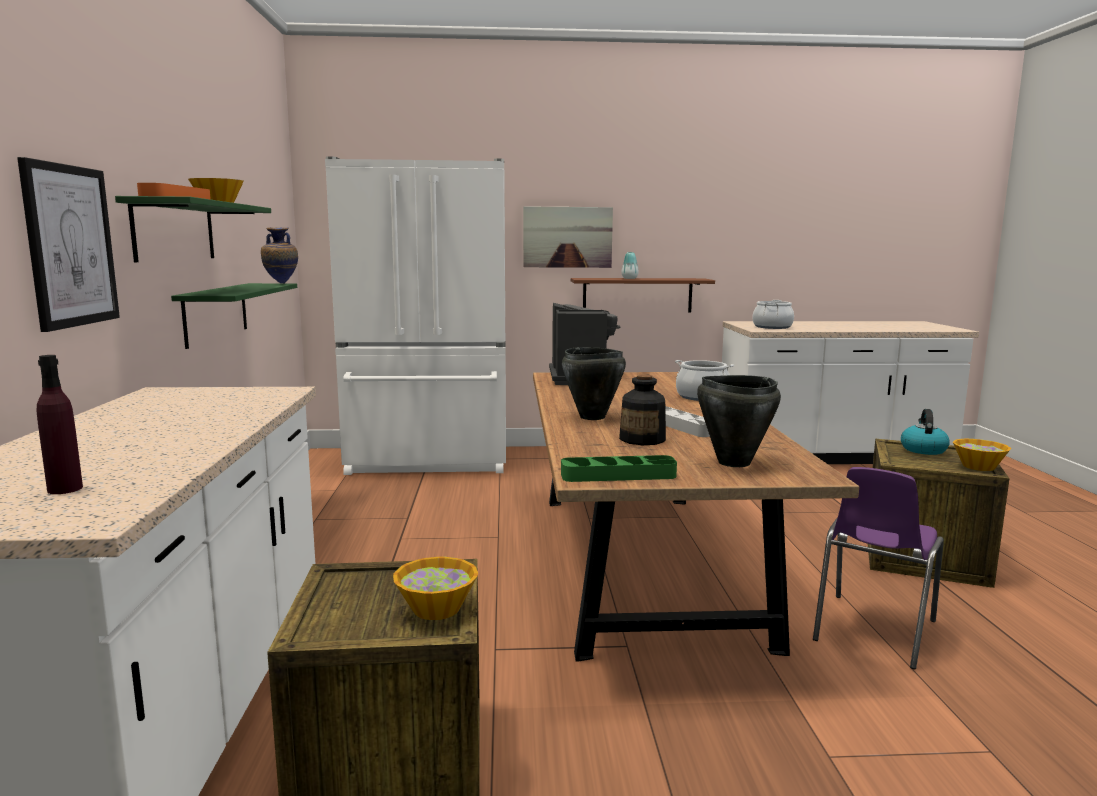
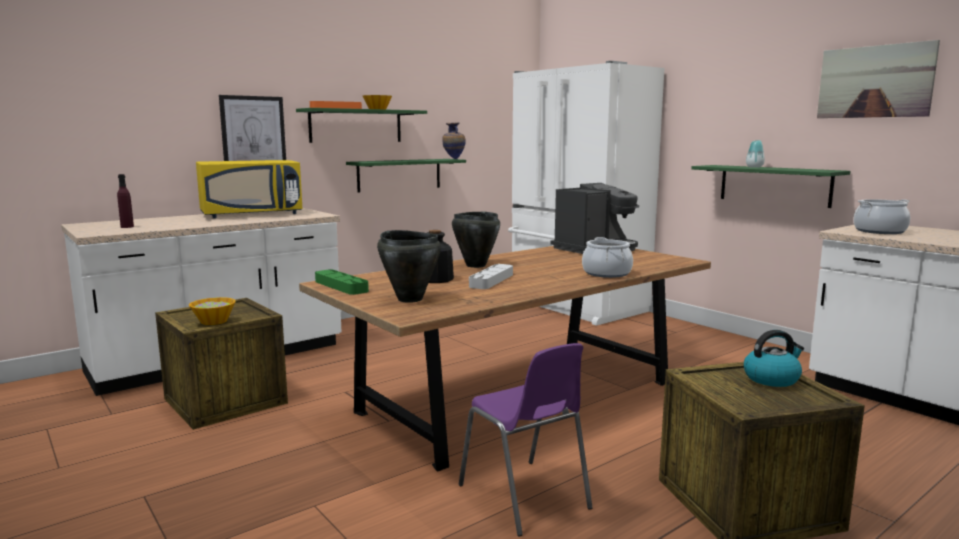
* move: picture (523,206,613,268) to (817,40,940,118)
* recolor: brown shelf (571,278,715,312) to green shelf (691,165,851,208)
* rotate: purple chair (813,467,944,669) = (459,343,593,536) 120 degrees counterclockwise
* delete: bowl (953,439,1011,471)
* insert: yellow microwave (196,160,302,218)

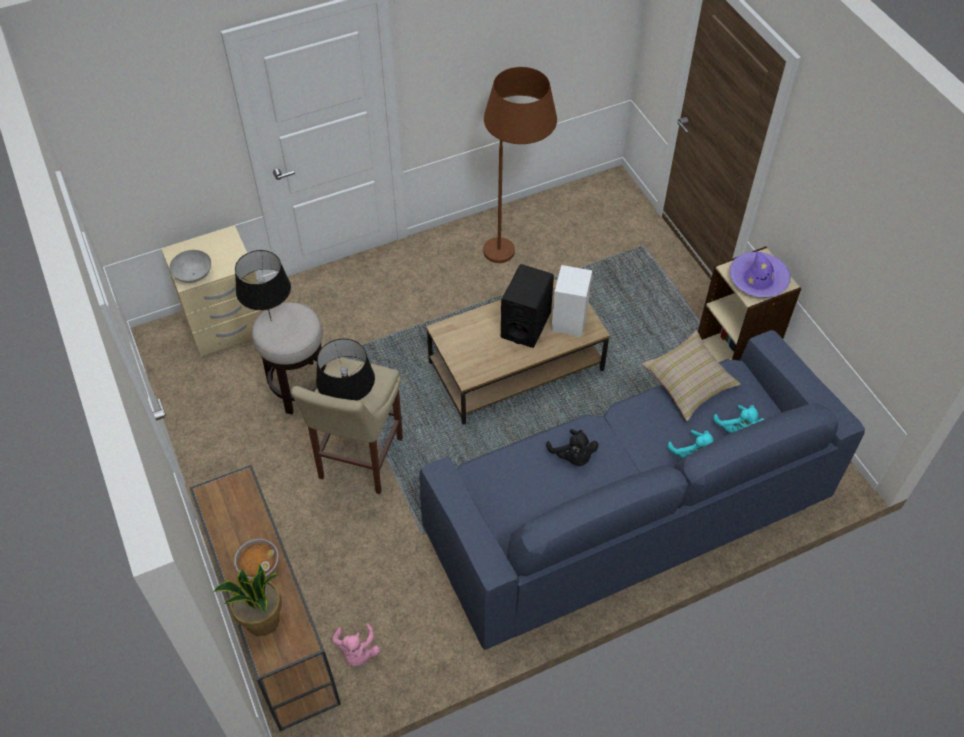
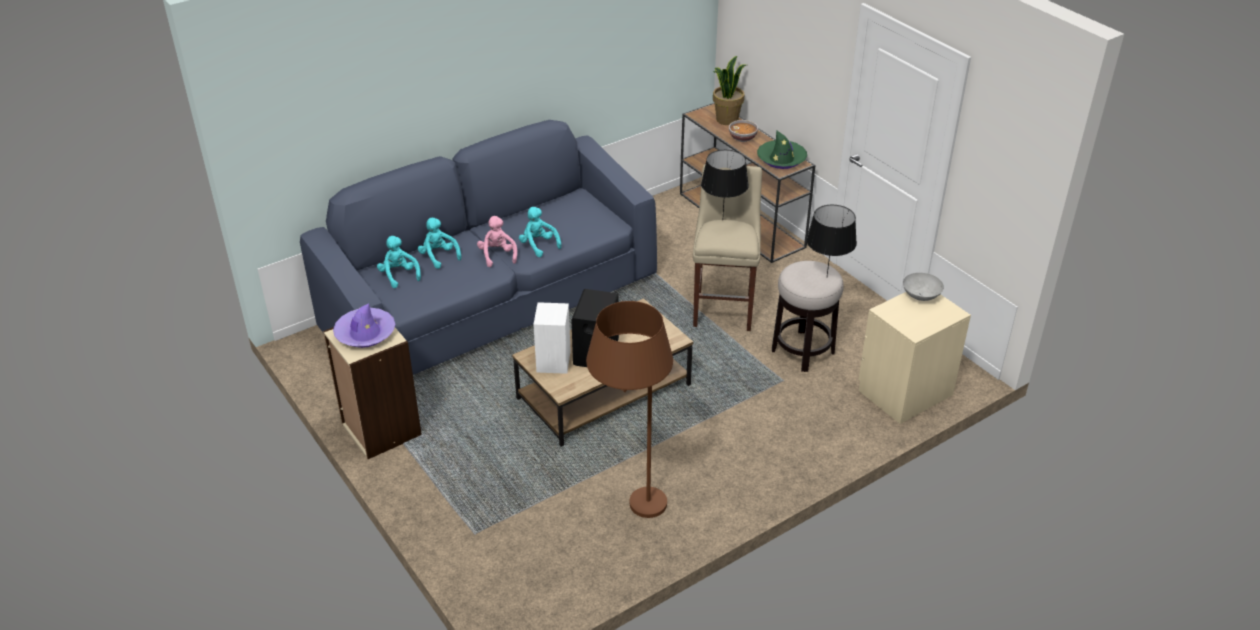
* move: pink plush toy (332,623,380,666) to (477,216,517,267)
* recolor: black plush toy (546,429,598,466) to turquoise plush toy (519,207,562,257)
* delete: beige pillow (642,330,741,421)
* insert: green hat (757,130,807,169)

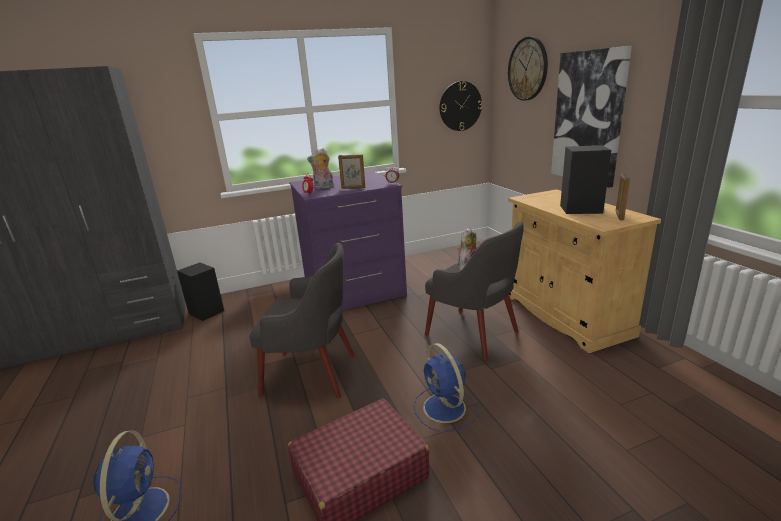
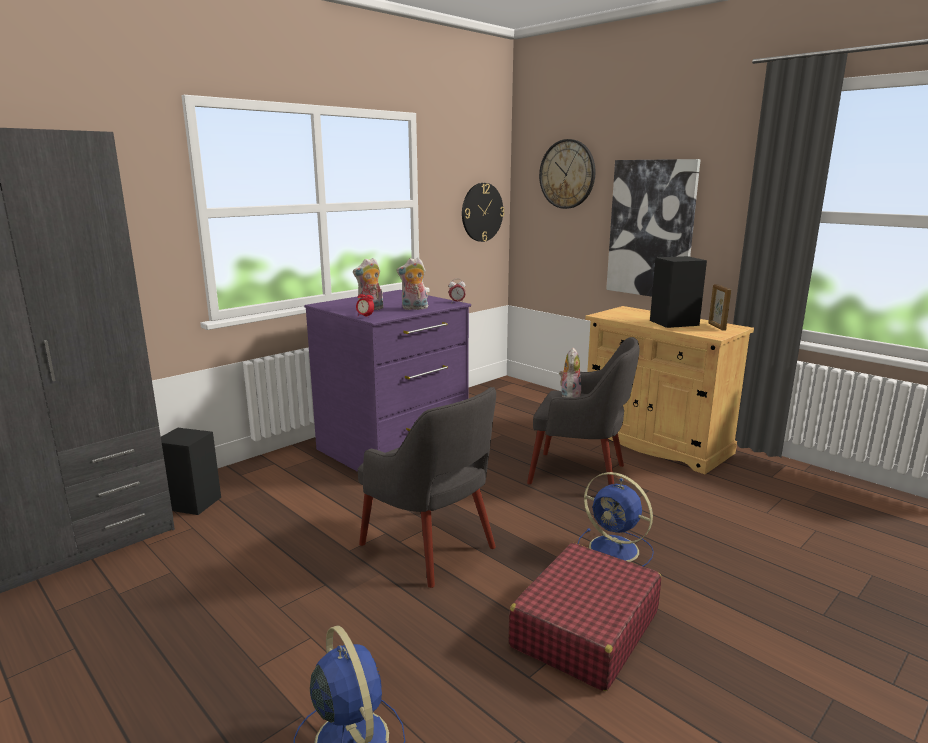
* rotate: grey armchair (249,242,355,398) = (358,387,496,588) 60 degrees clockwise
* replace: picture frame (338,154,365,189) to plush toy (397,258,428,310)

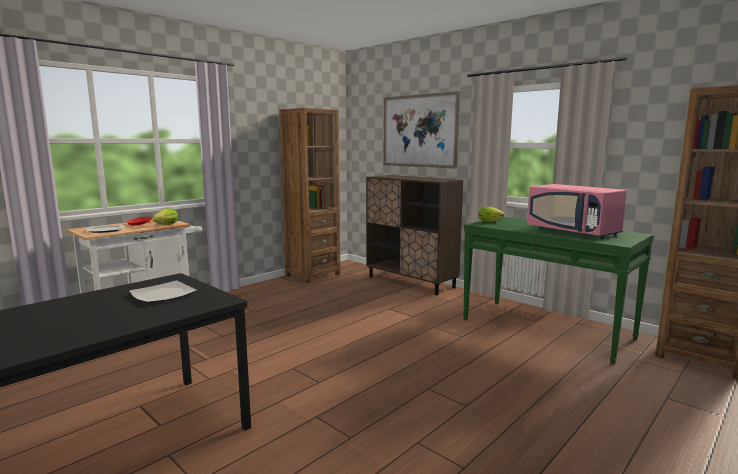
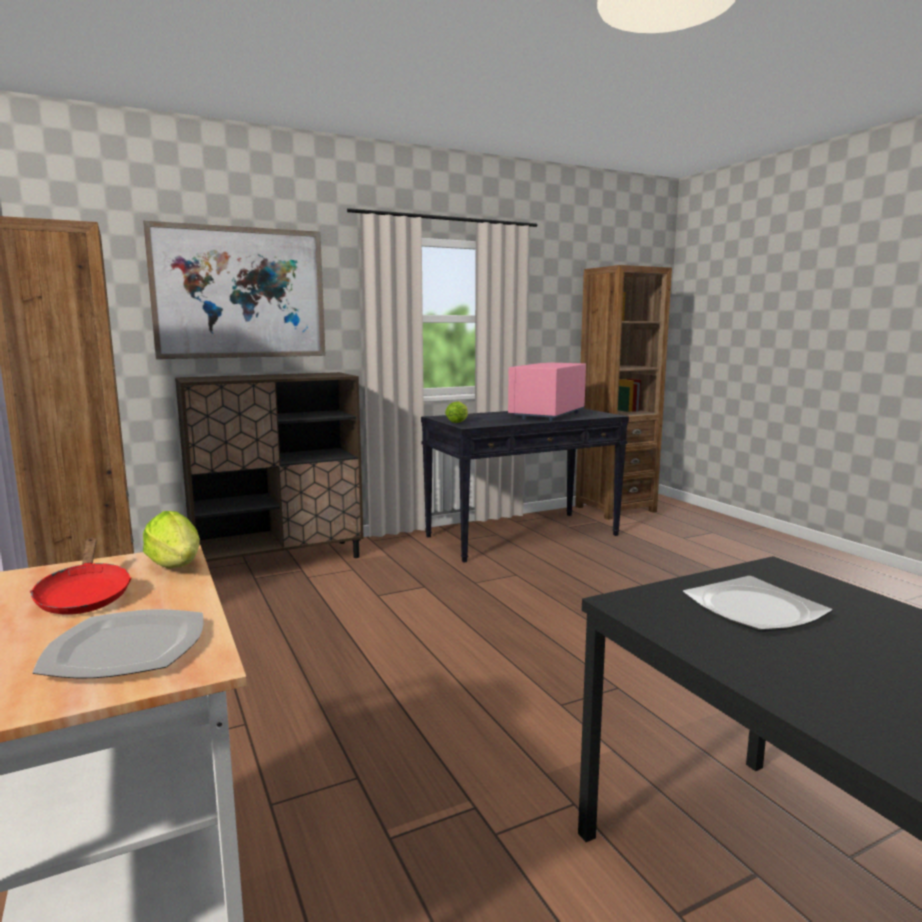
* recolor: green console table (463,217,654,364) to black console table (421,408,629,563)
* rotate: pink microwave (527,184,627,239) = (508,362,586,421) 135 degrees clockwise

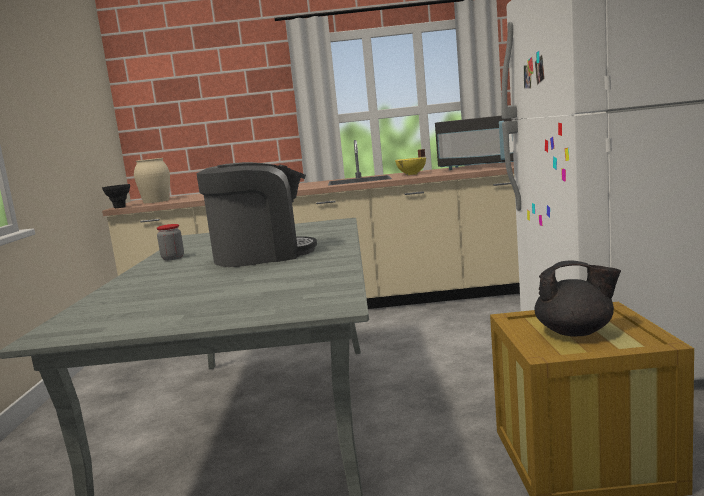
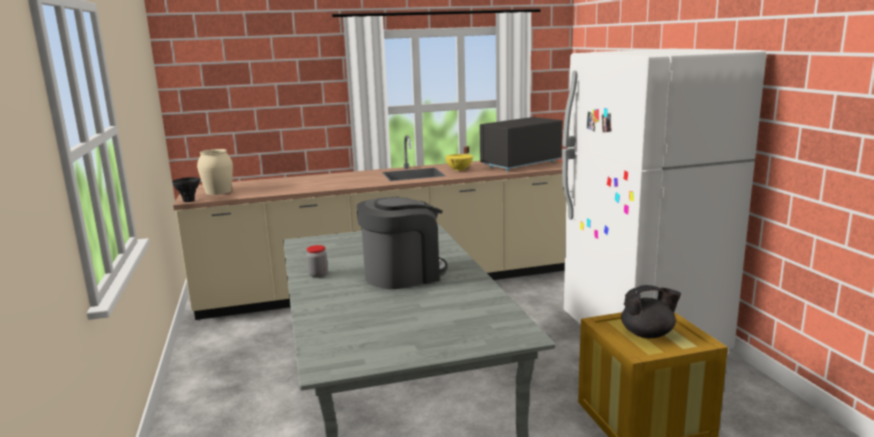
* rotate: black microwave (435,116,526,170) = (480,117,562,172) 135 degrees clockwise

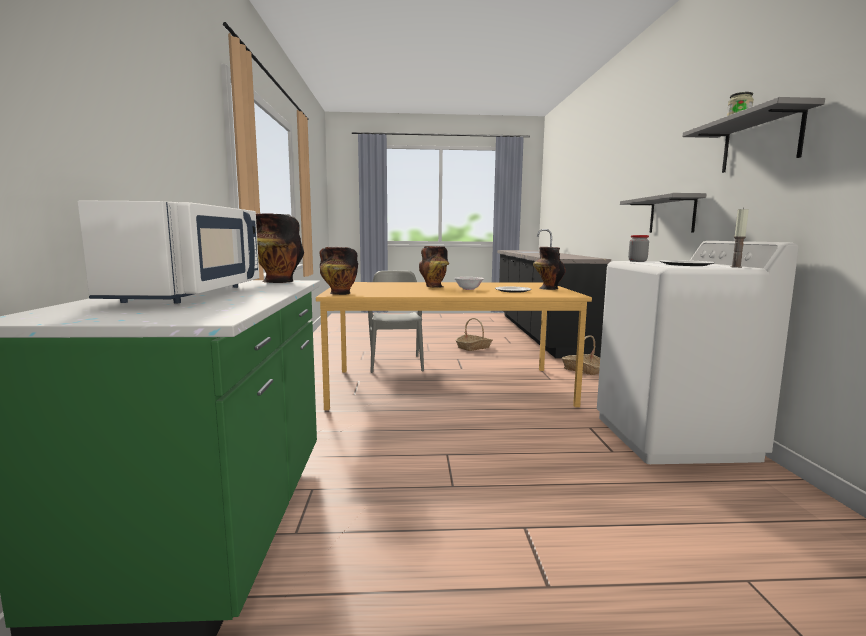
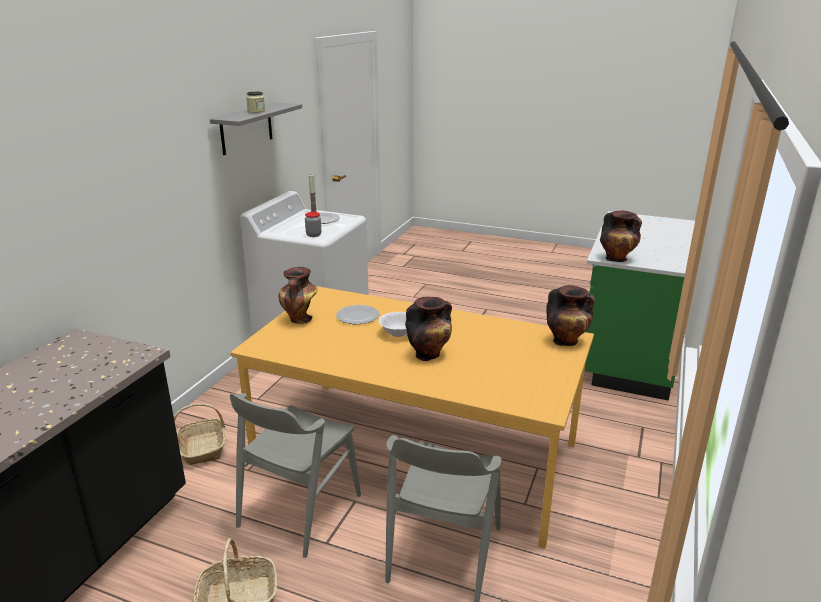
* delete: white microwave (78,200,259,303)
* delete: grey shelf (620,193,707,233)
* insert: grey chair (230,393,361,558)

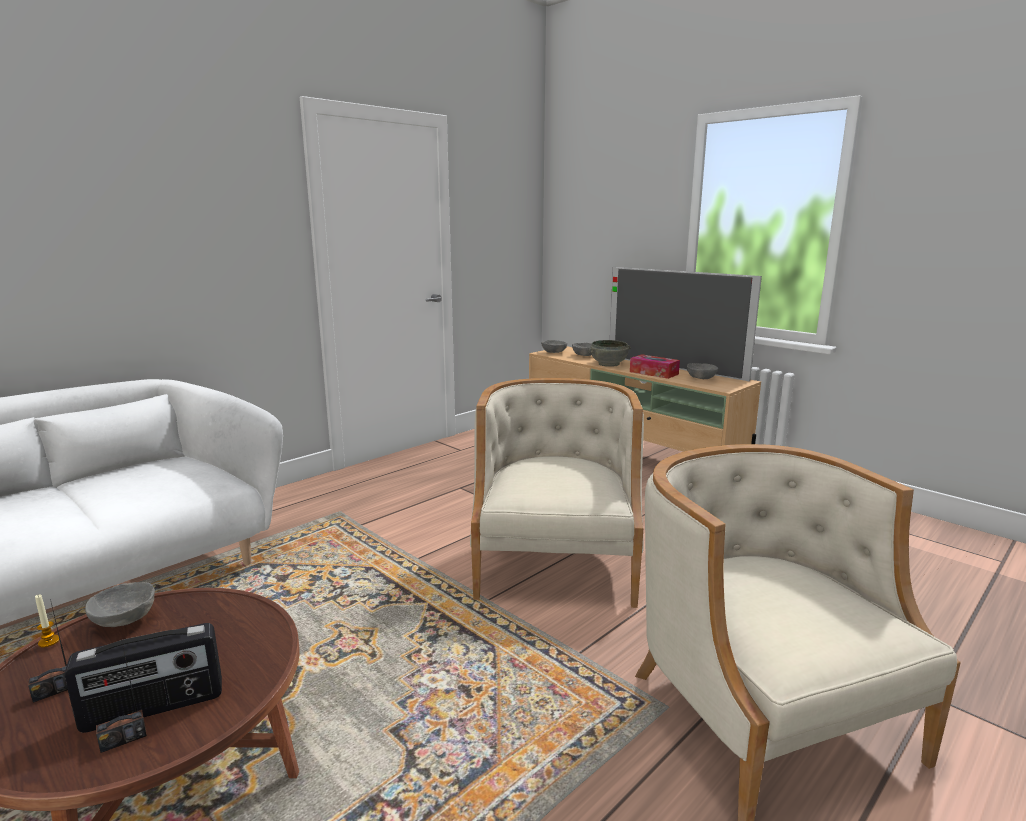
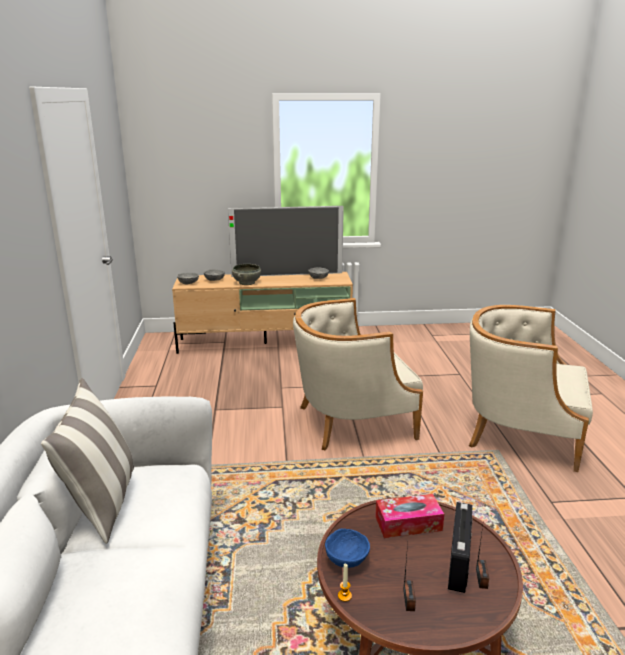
* recolor: grey bowl (85,582,155,627) to blue bowl (325,528,370,568)
* rotate: beige armchair (470,378,644,608) = (293,298,423,450) 60 degrees counterclockwise
* move: tissue box (630,354,680,379) to (375,494,444,538)
* insert: pillow (41,378,134,544)

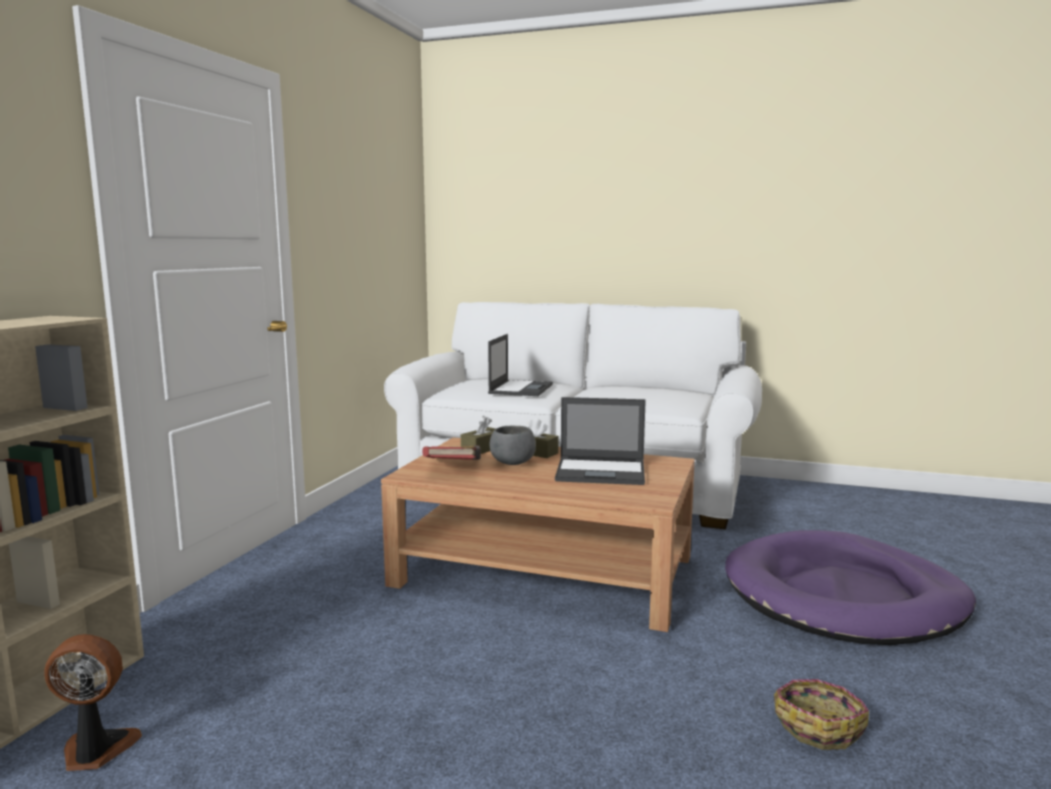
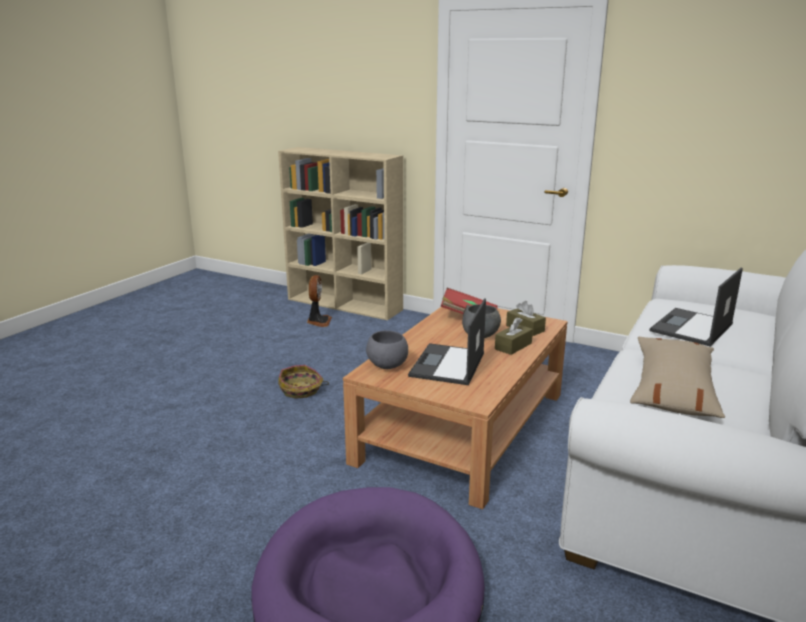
* rotate: laptop (488,334,553,396) = (650,268,743,347) 105 degrees clockwise
* move: basket (774,679,869,750) to (278,365,329,399)
* insert: grey bowl (366,331,408,369)
* insert: beige pillow (630,337,725,418)

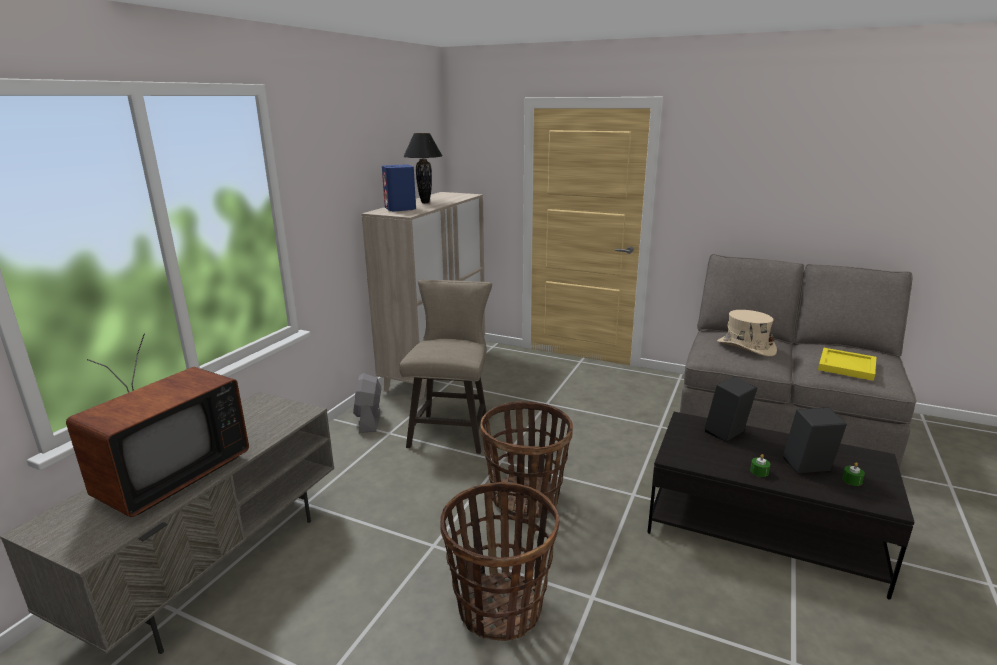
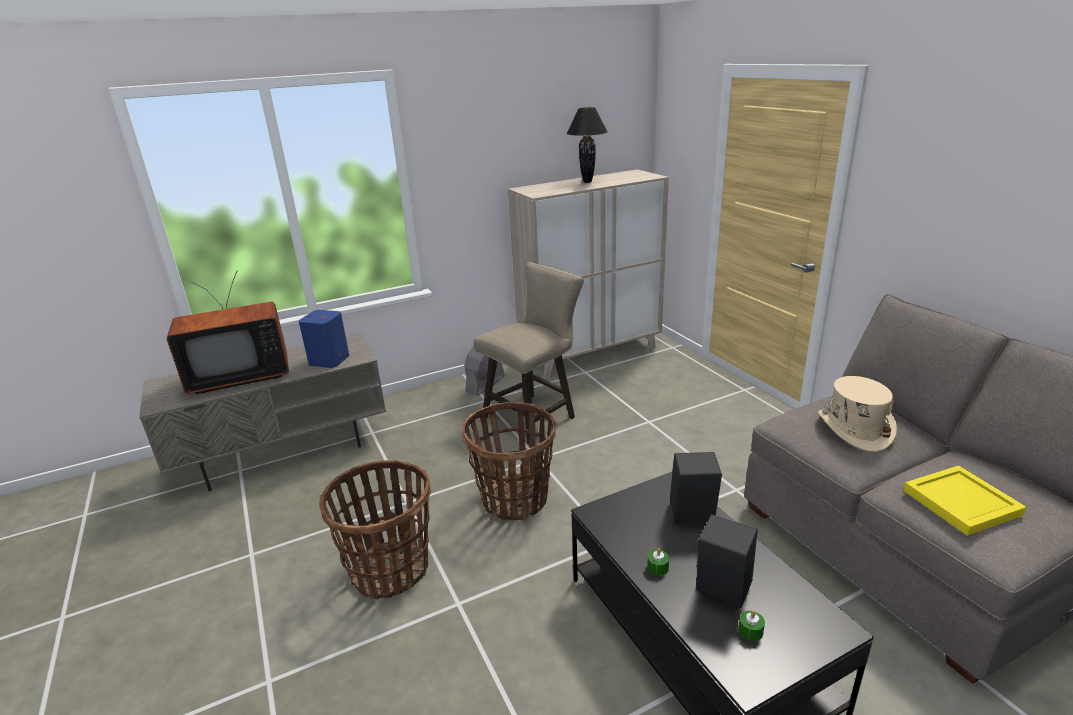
* move: blue speaker (382,164,416,211) to (299,310,349,368)

